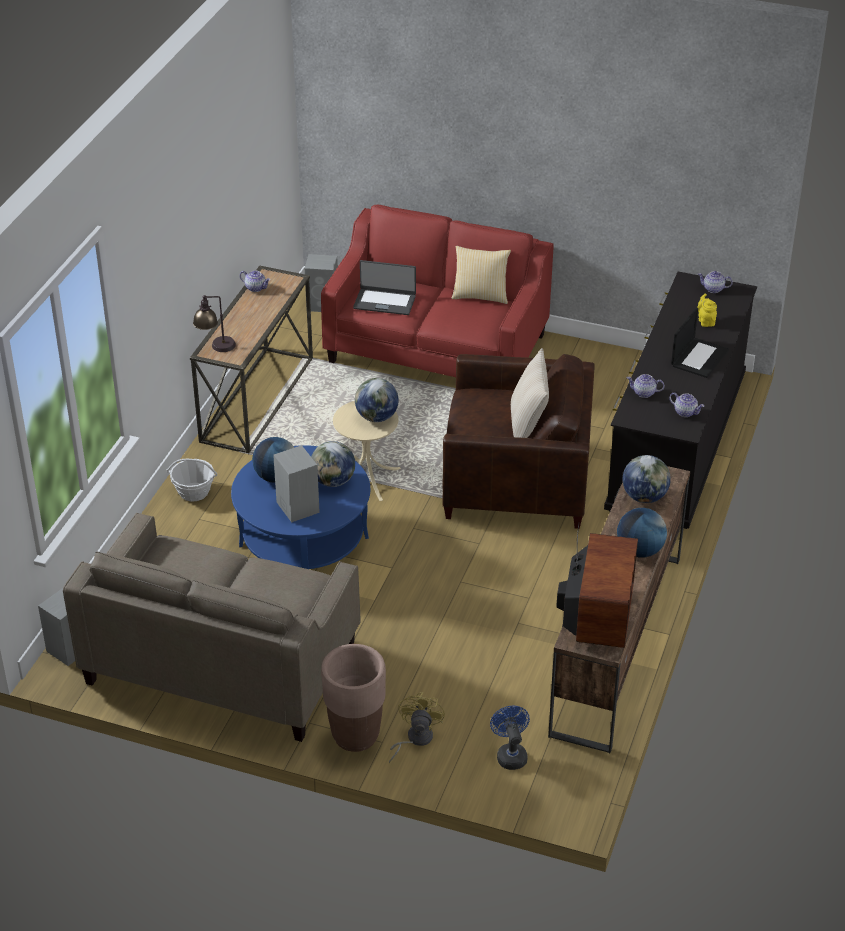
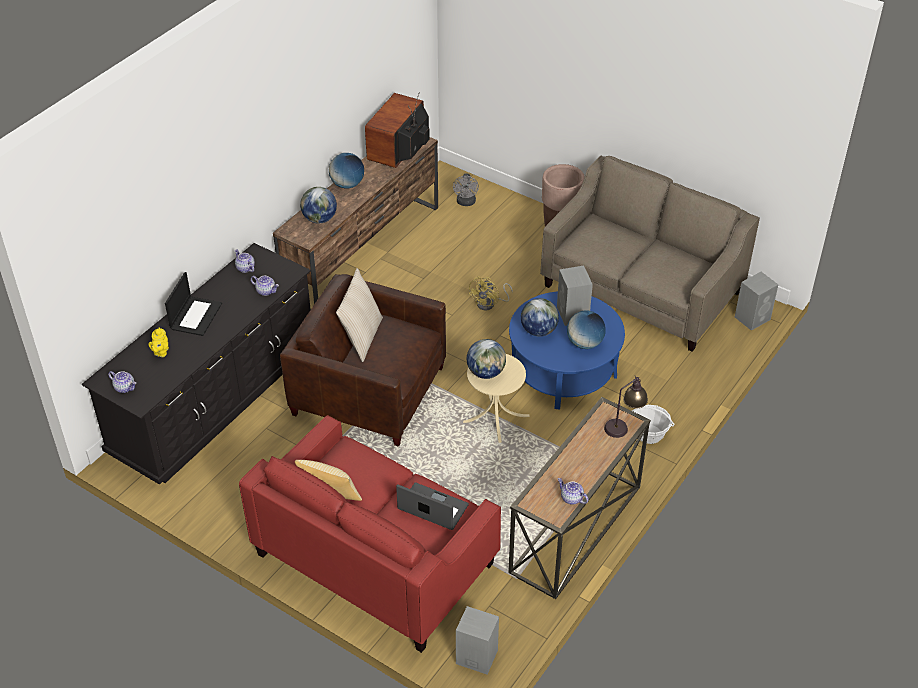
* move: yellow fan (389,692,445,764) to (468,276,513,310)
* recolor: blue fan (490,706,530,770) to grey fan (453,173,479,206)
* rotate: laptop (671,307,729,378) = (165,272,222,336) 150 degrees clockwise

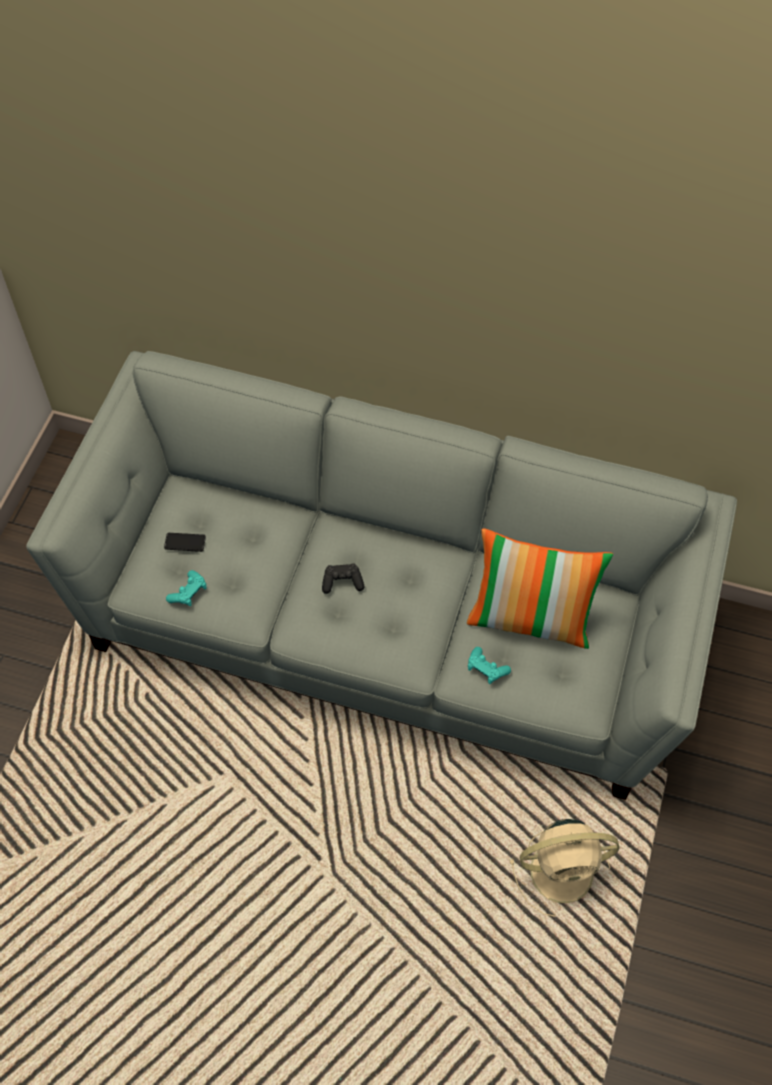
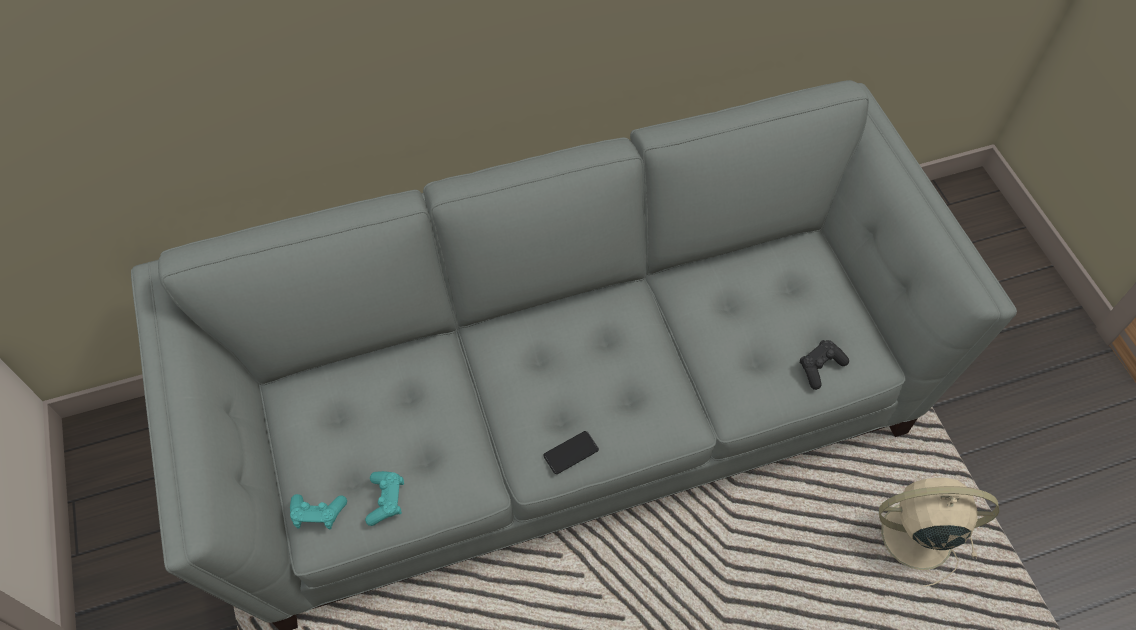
* move: phone (164,533,206,552) to (543,431,599,474)
* move: black game controller (322,563,364,594) to (799,340,849,390)
* delete: pillow (467,528,613,649)
* move: turquoise game controller (468,647,511,684) to (290,494,347,530)
* rotate: beige fan (509,819,620,917) = (865,477,999,587) 135 degrees counterclockwise

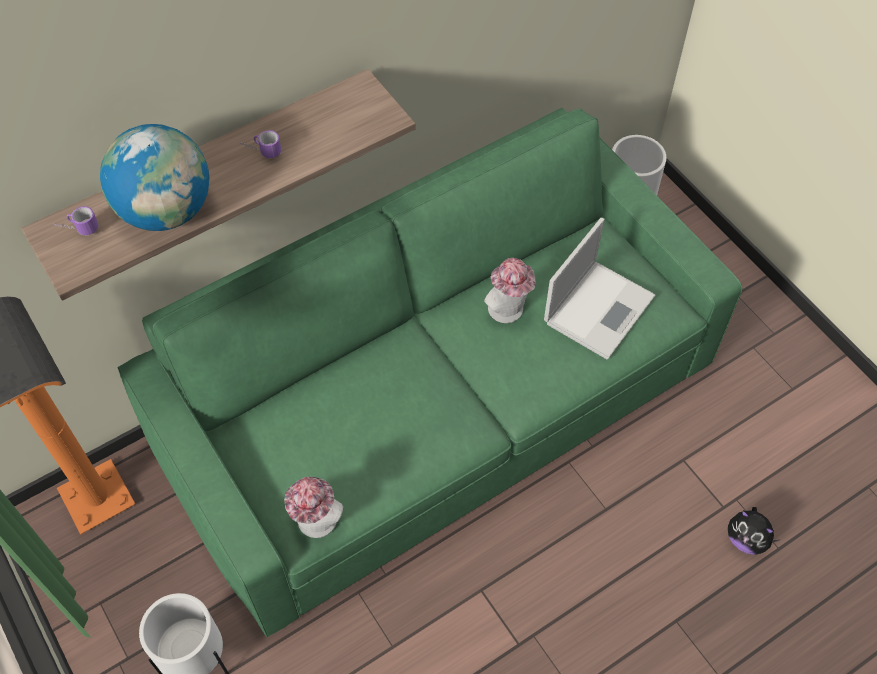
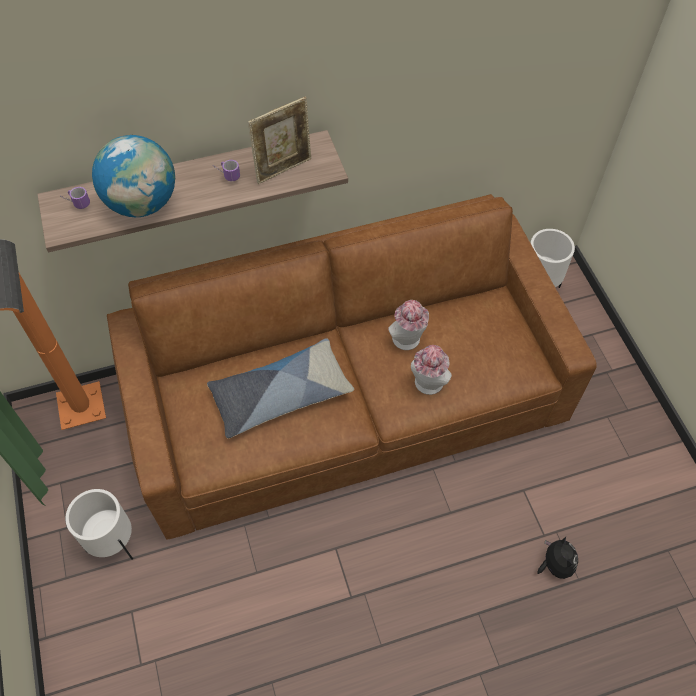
* recolor: green sofa (118,108,742,637) to brown sofa (107,194,597,540)
* move: hat (284,477,343,538) to (411,345,452,395)
* delete: laptop (544,218,655,359)
* rotate: plush toy (728,507,779,555) = (537,537,578,579) 150 degrees counterclockwise
* insert: pillow (207,338,354,438)
* insert: picture frame (248,97,311,184)

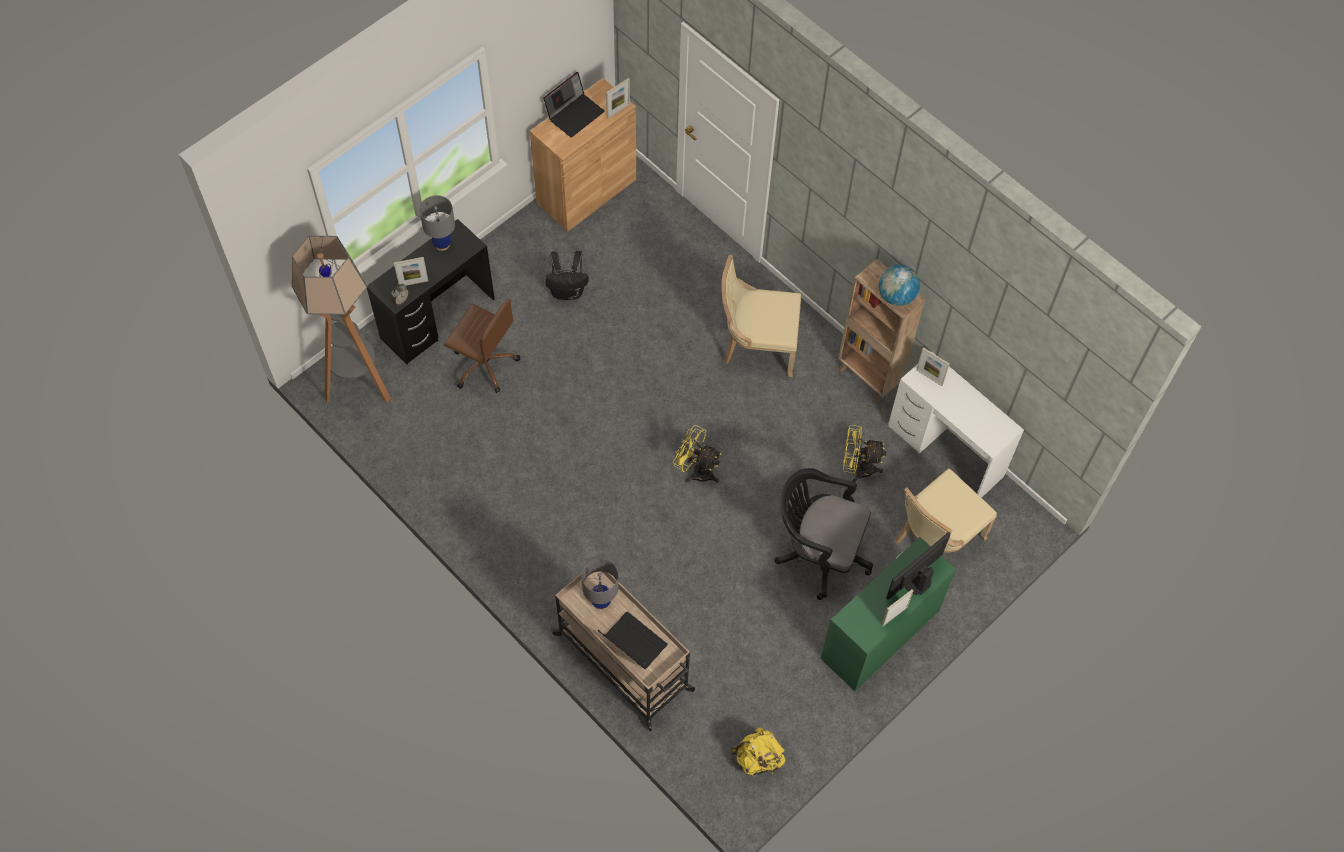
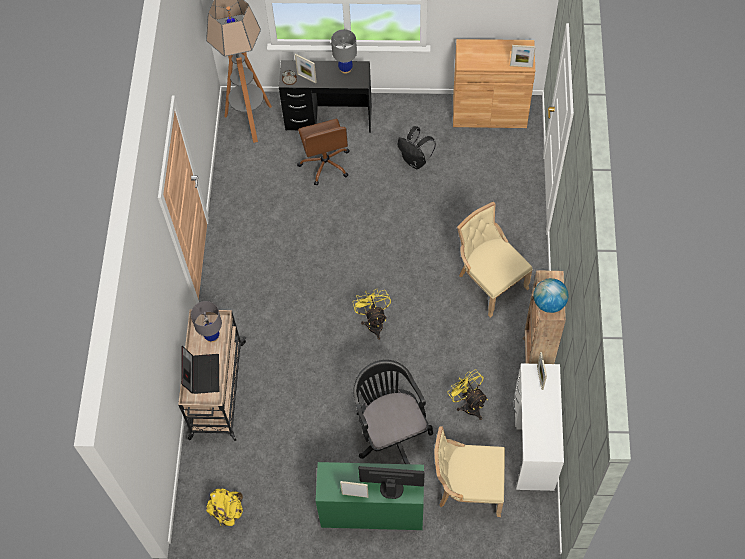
* delete: laptop (543,72,605,138)

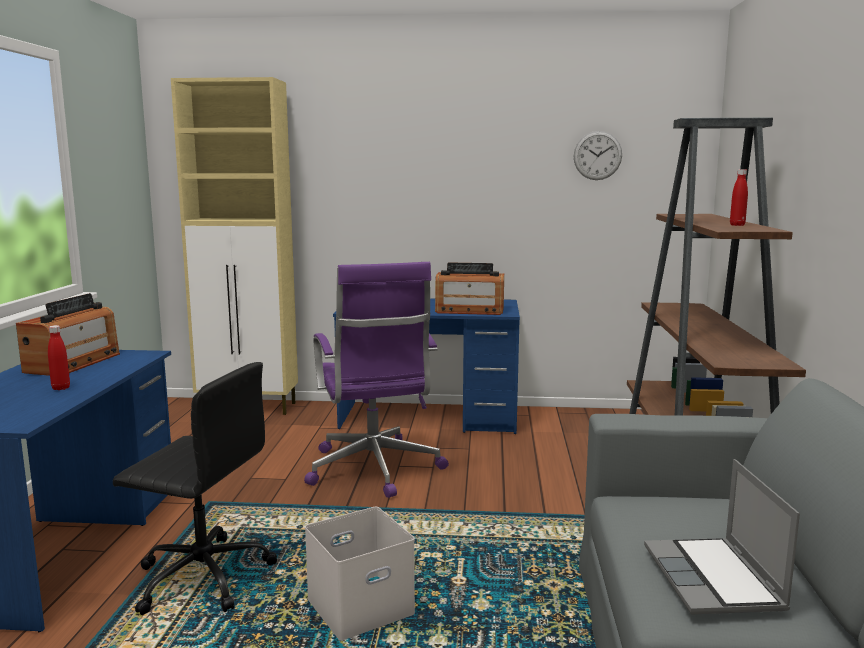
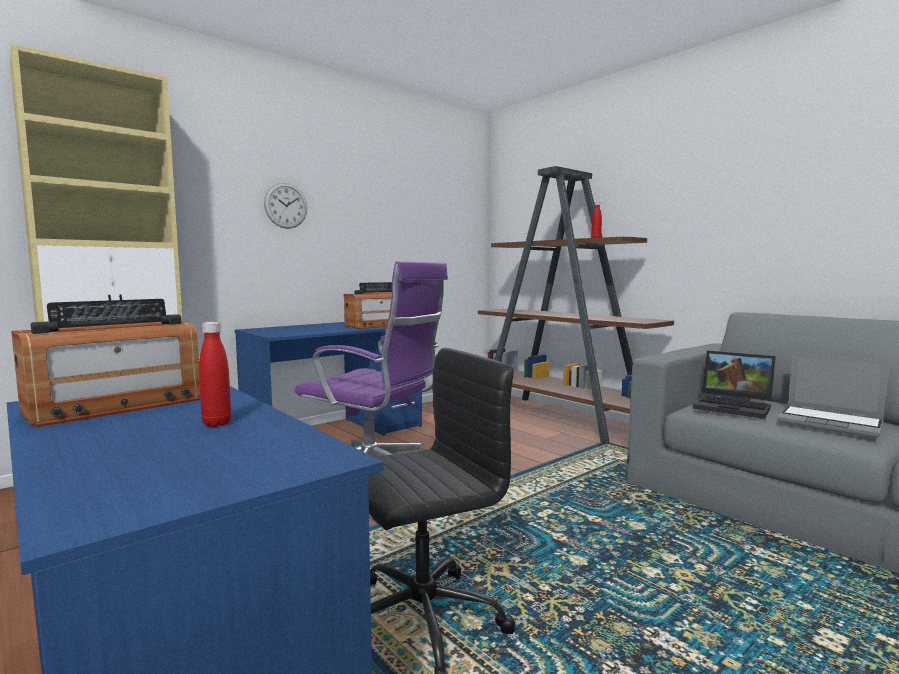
* rotate: radio (16,293,120,376) = (11,299,200,427) 75 degrees clockwise
* delete: white storage box (305,507,415,640)
* move: wall clock (574,131,622,180) to (264,183,307,229)
* insert: laptop (693,351,776,419)

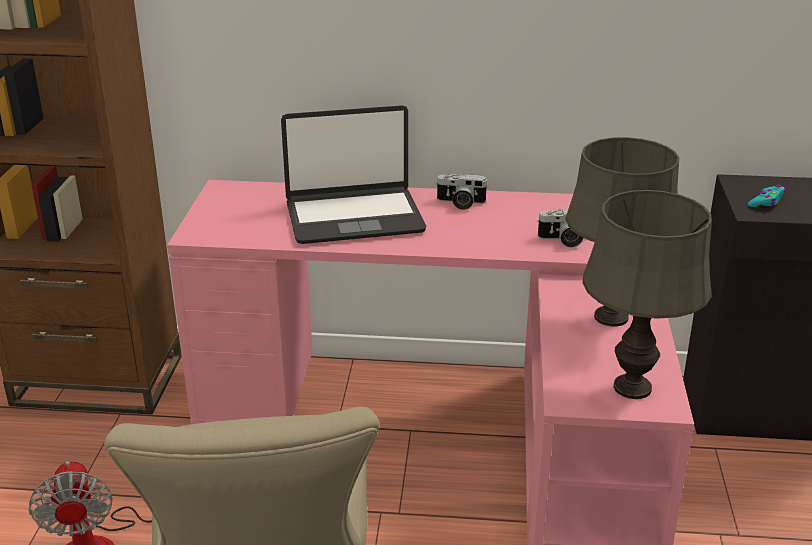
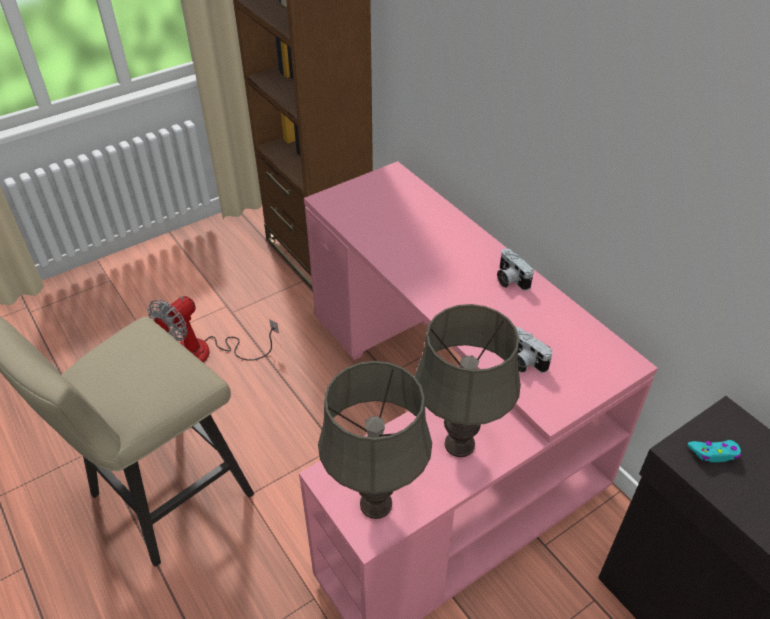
* delete: laptop (281,105,426,244)

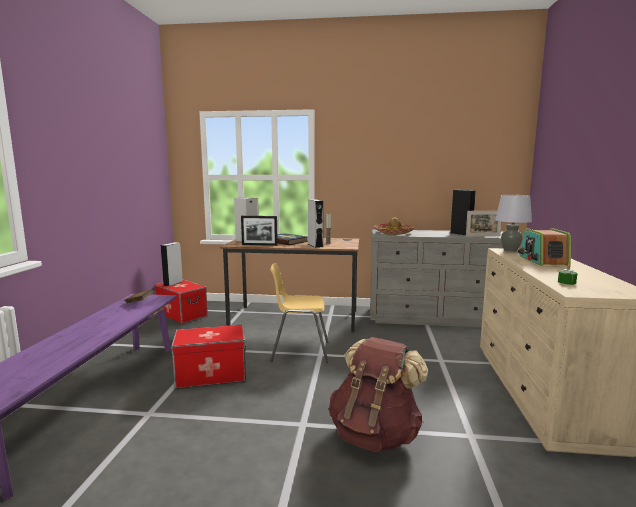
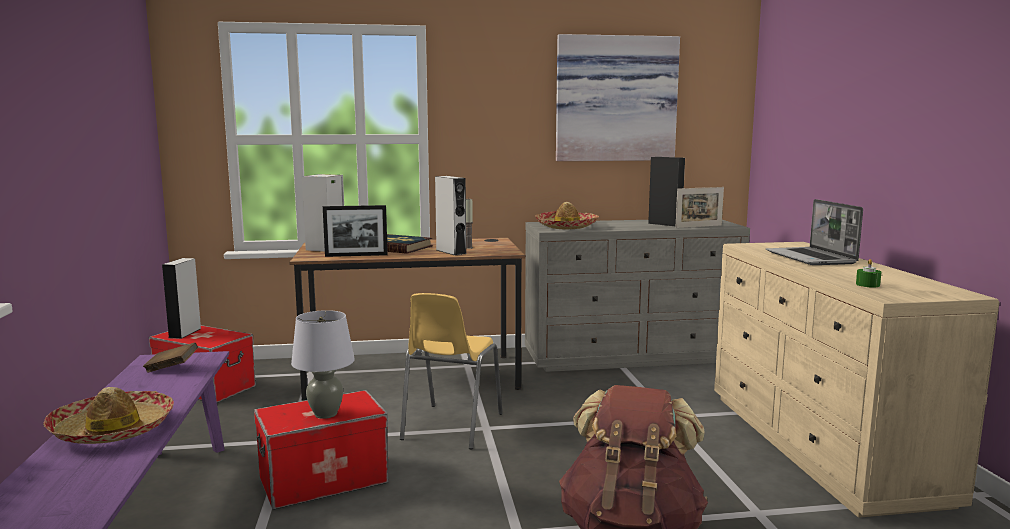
* rotate: yellow chair (270,263,329,363) = (400,293,503,450) 60 degrees counterclockwise
* move: grey table lamp (495,195,532,252) to (291,310,355,419)
* replace: radio (518,228,571,266) to laptop (766,199,863,265)
* insert: hat (43,387,174,444)
* insert: picture (556,34,680,161)

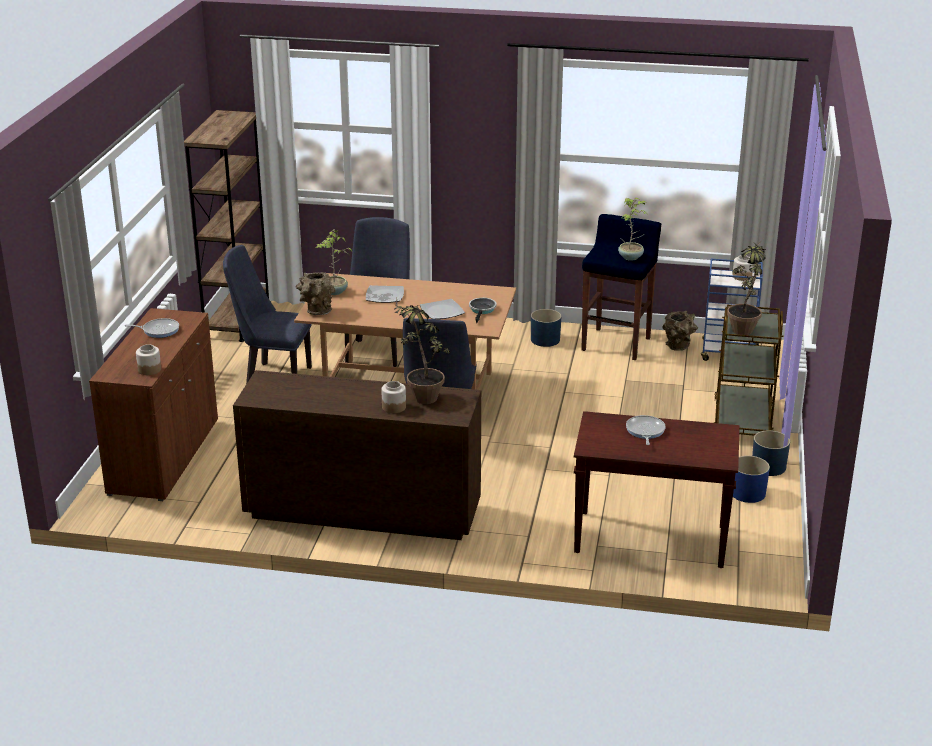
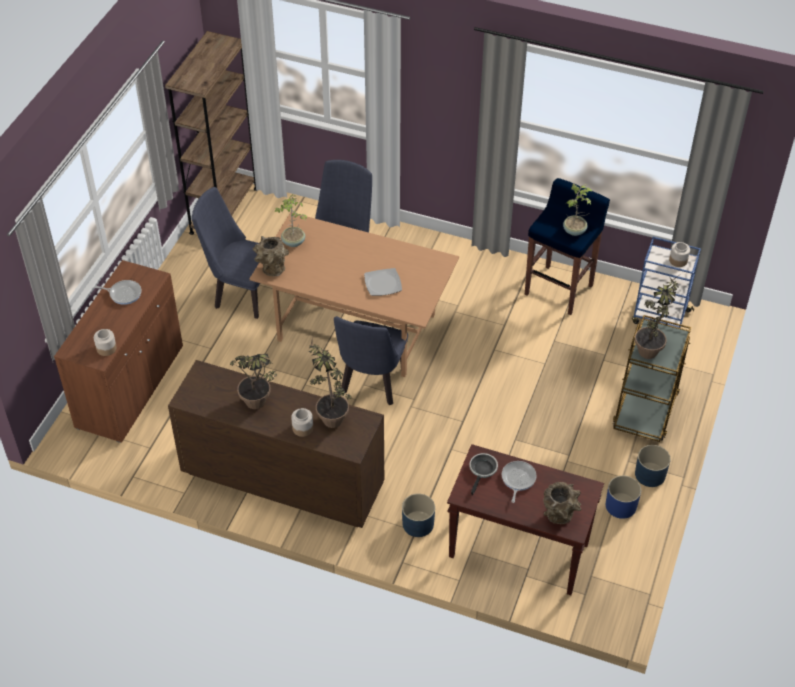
* delete: plate (366,285,404,303)
* move: frying pan (469,298,497,323) to (469,453,498,496)
* move: blue planter (531,309,561,347) to (402,494,435,537)
* move: brown vase (663,311,698,351) to (543,482,581,524)
* insert: potted plant (230,354,277,409)

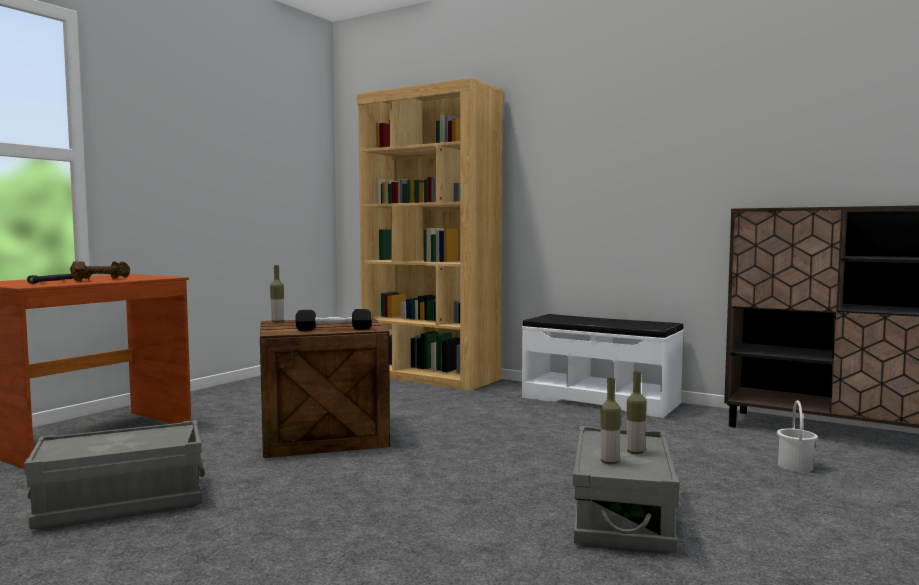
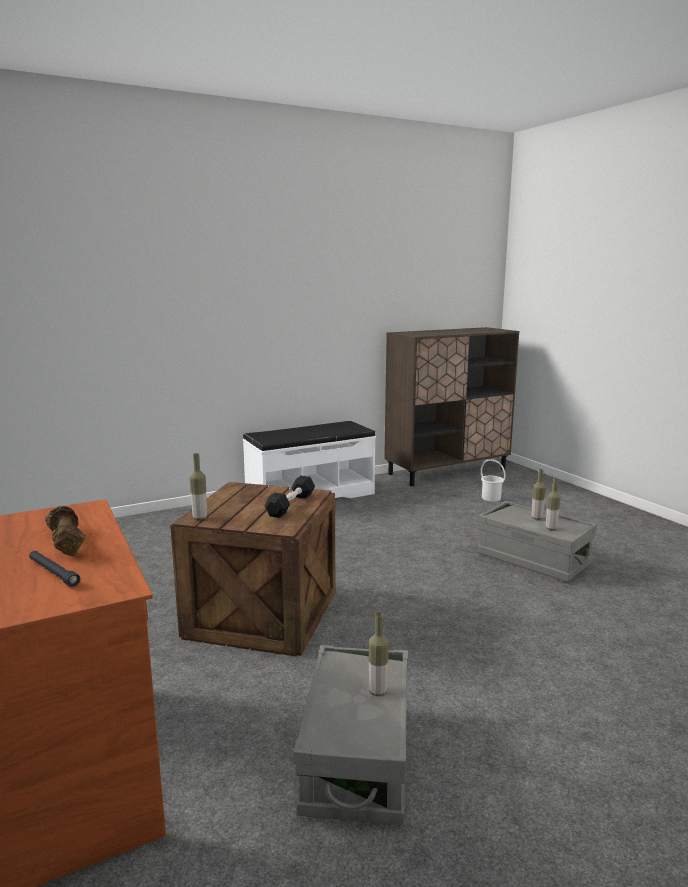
* delete: brown bookcase (357,78,503,391)
* insert: bottle (369,612,389,696)

